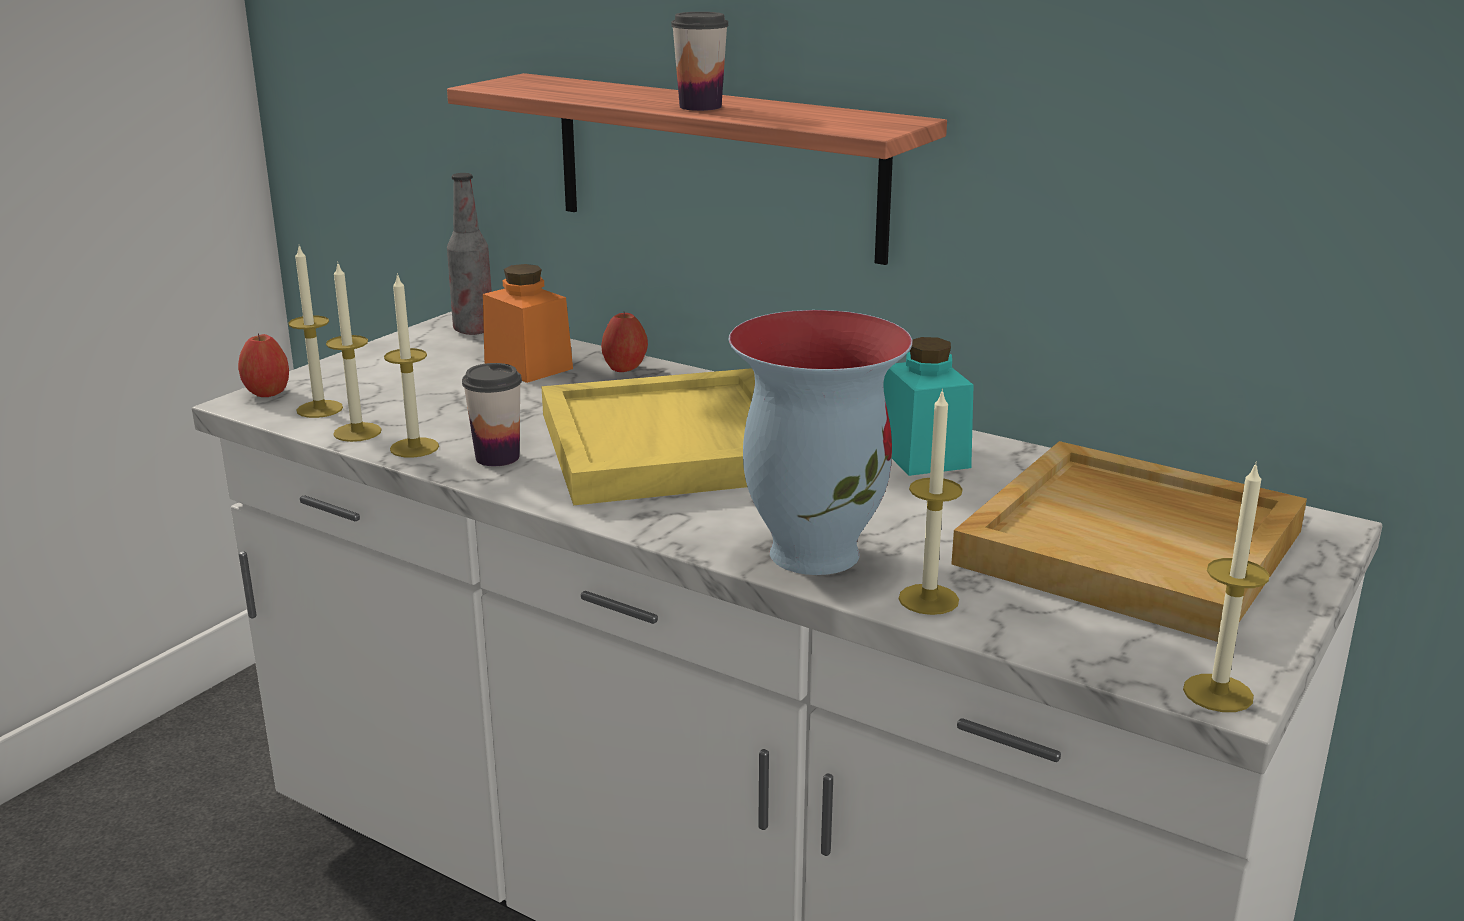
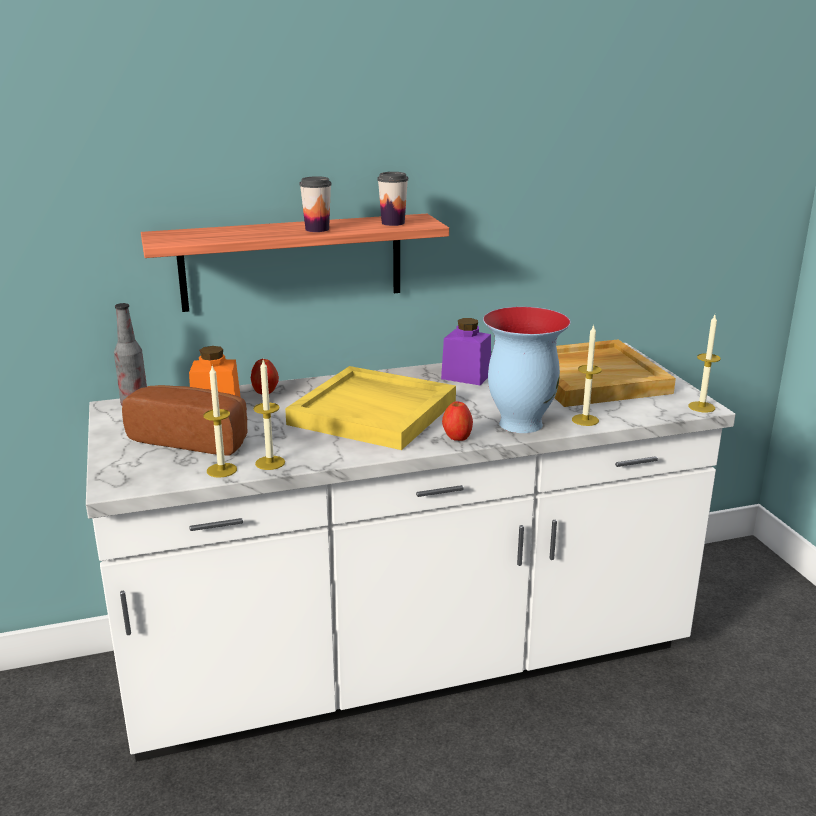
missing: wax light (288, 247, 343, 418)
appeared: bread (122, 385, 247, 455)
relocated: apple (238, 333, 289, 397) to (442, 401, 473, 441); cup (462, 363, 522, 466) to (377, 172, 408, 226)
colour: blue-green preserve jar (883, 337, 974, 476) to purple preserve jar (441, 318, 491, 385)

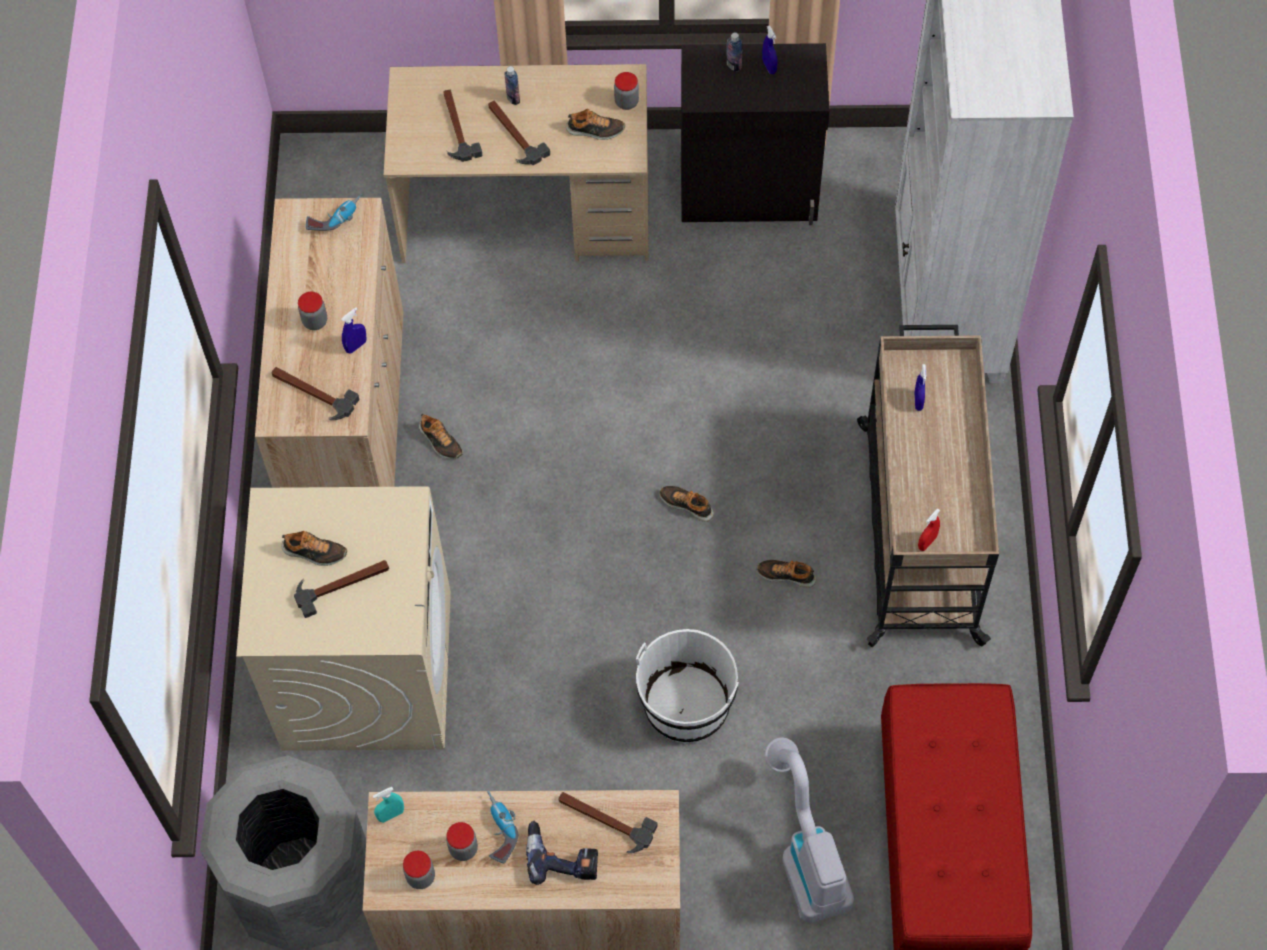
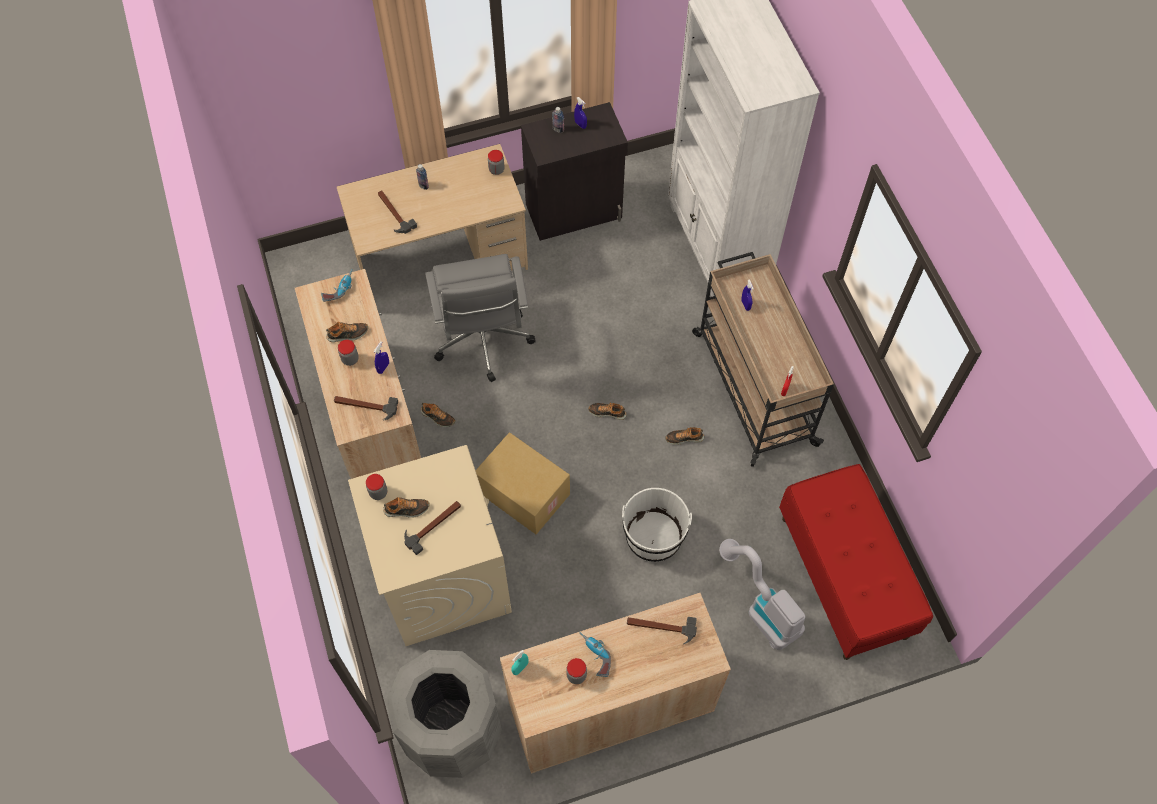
missing: hammer (488, 101, 550, 165); power drill (526, 821, 598, 885)
appeared: greyish office chair (425, 254, 536, 382); packing box (476, 432, 570, 534)
relocated: low shoe (566, 109, 625, 140) to (326, 322, 368, 342); preserve jar (403, 851, 435, 889) to (366, 474, 387, 500)

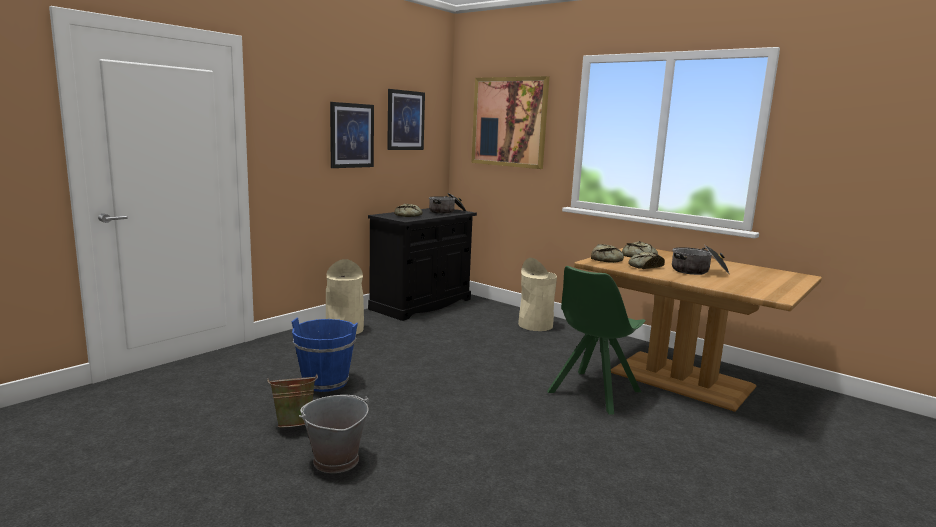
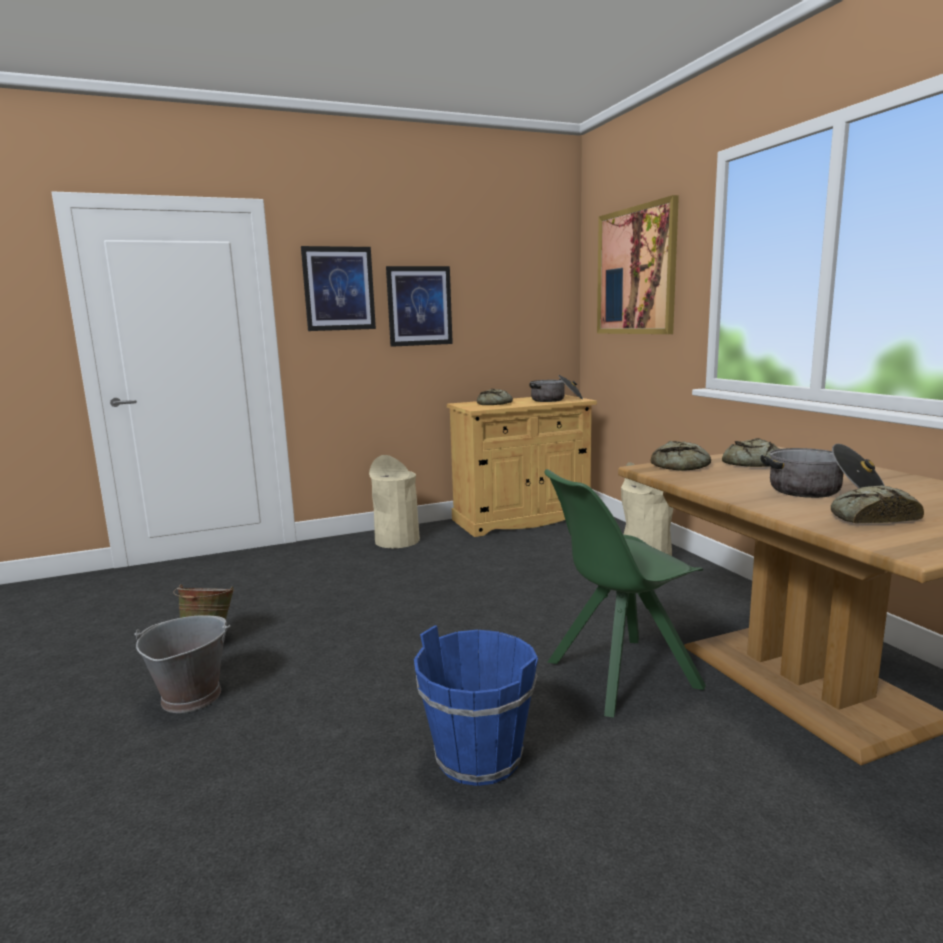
relocated: wall picture (387, 89, 425, 150) to (301, 246, 376, 331); bread (628, 251, 665, 269) to (831, 485, 924, 523); blue pail (292, 318, 358, 392) to (414, 625, 538, 786)
colour: black-coloured storage cabinet (368, 208, 477, 321) to beige-coloured storage cabinet (447, 395, 597, 537)

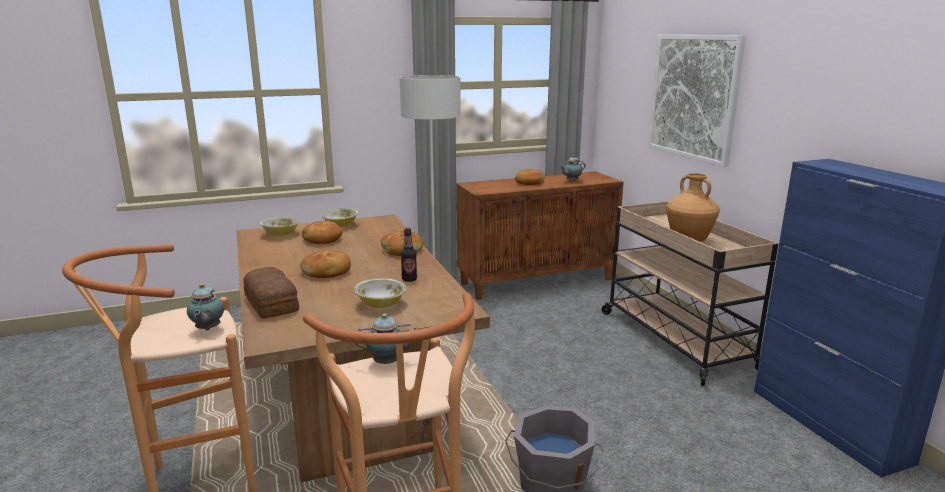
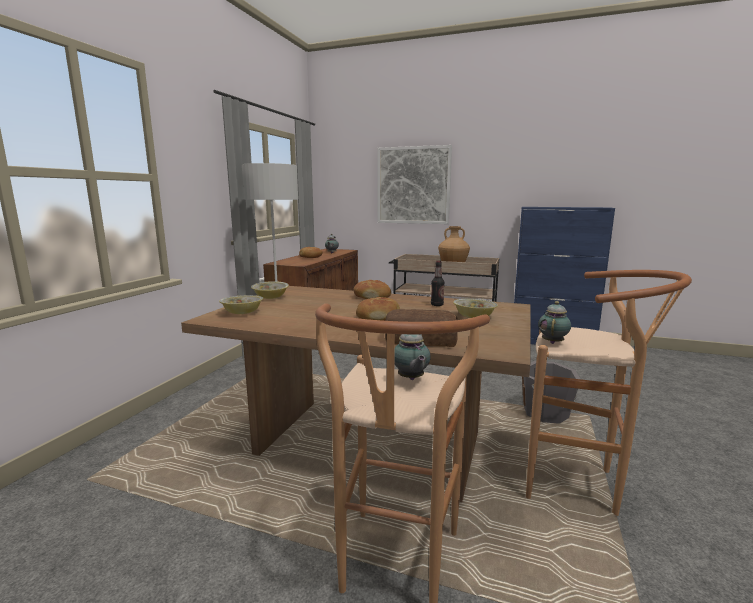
missing: bread (302, 220, 343, 244)
spun: tea pot (187, 283, 224, 331) = (394, 334, 431, 380) 45 degrees clockwise

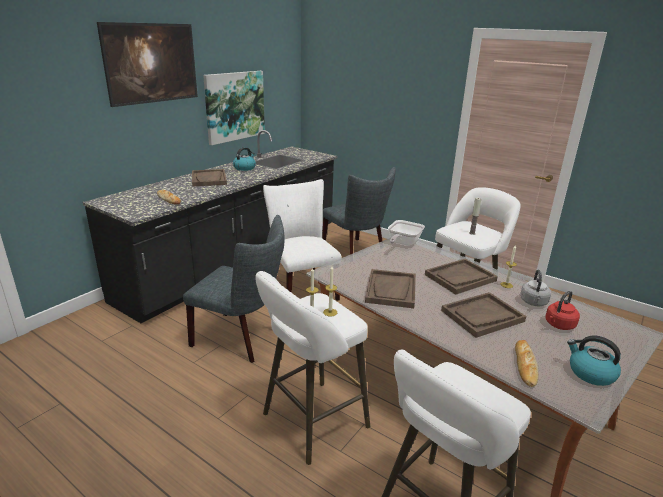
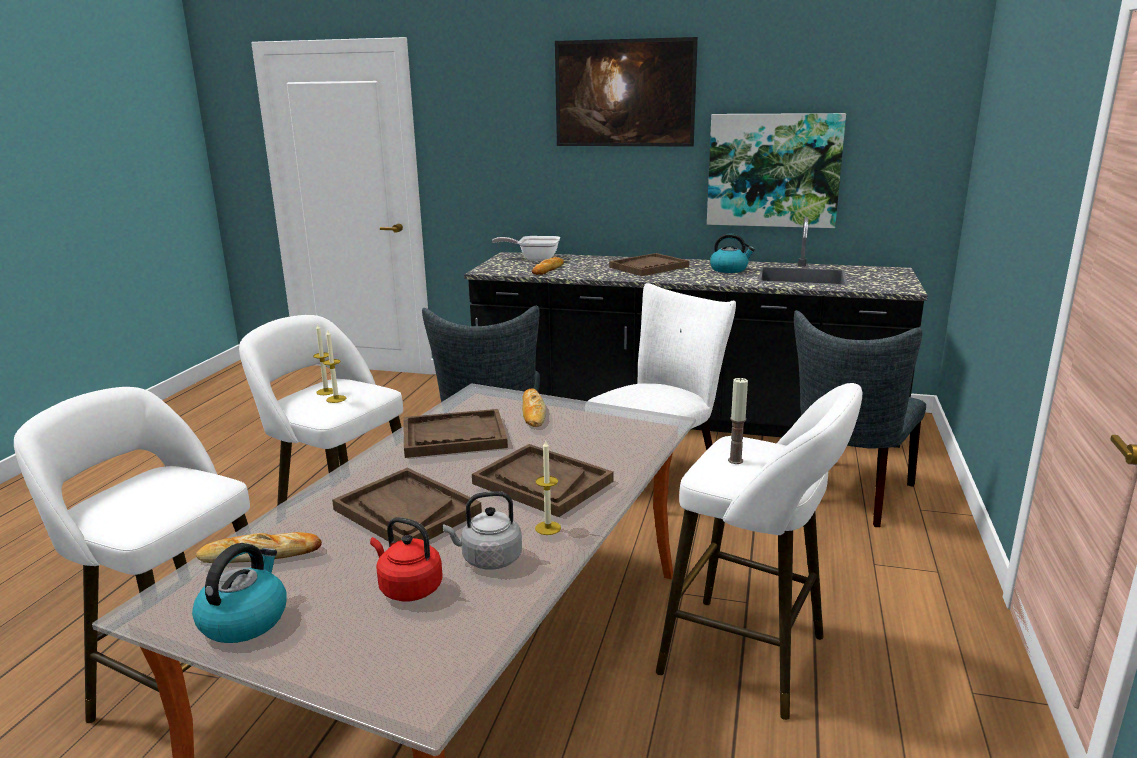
appeared: bread (522, 388, 546, 427)
relocated: pan (388, 220, 425, 246) to (492, 236, 560, 261)

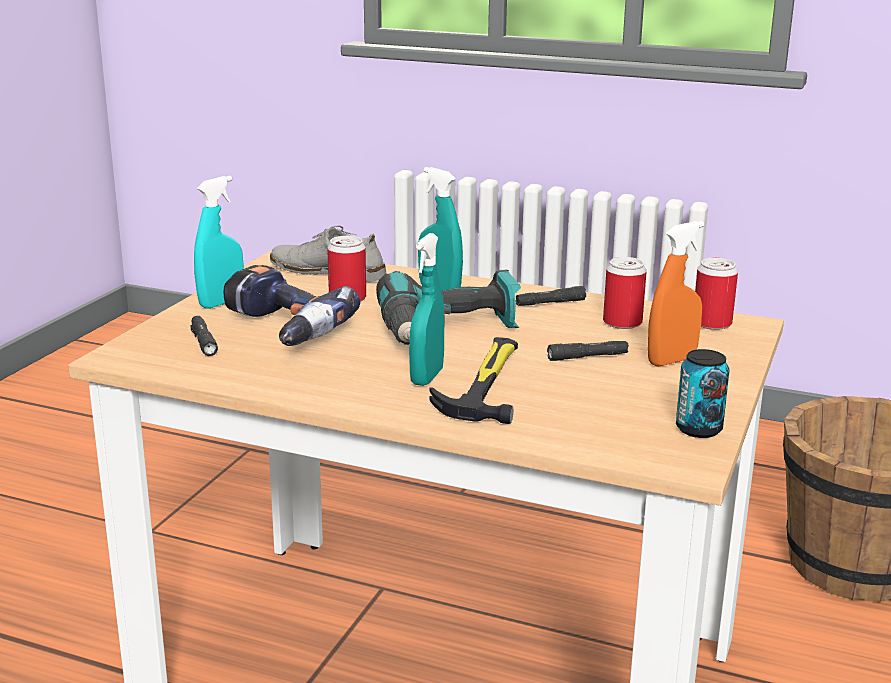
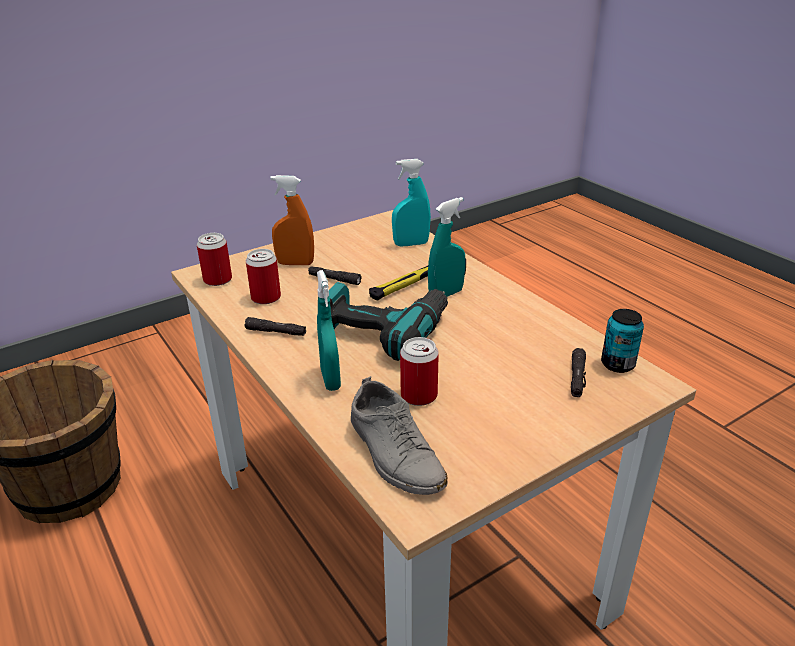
missing: power drill (224, 265, 360, 346)
relocated: blue-green sprayer (194, 176, 244, 309) to (392, 159, 431, 246); metal can (676, 349, 729, 438) to (601, 309, 644, 373)

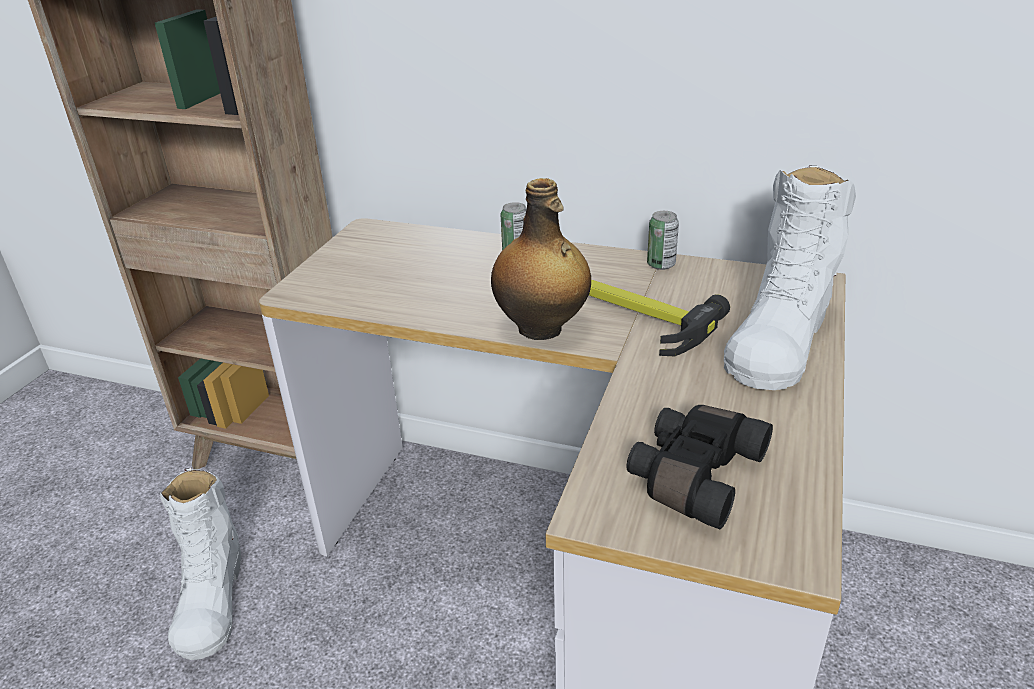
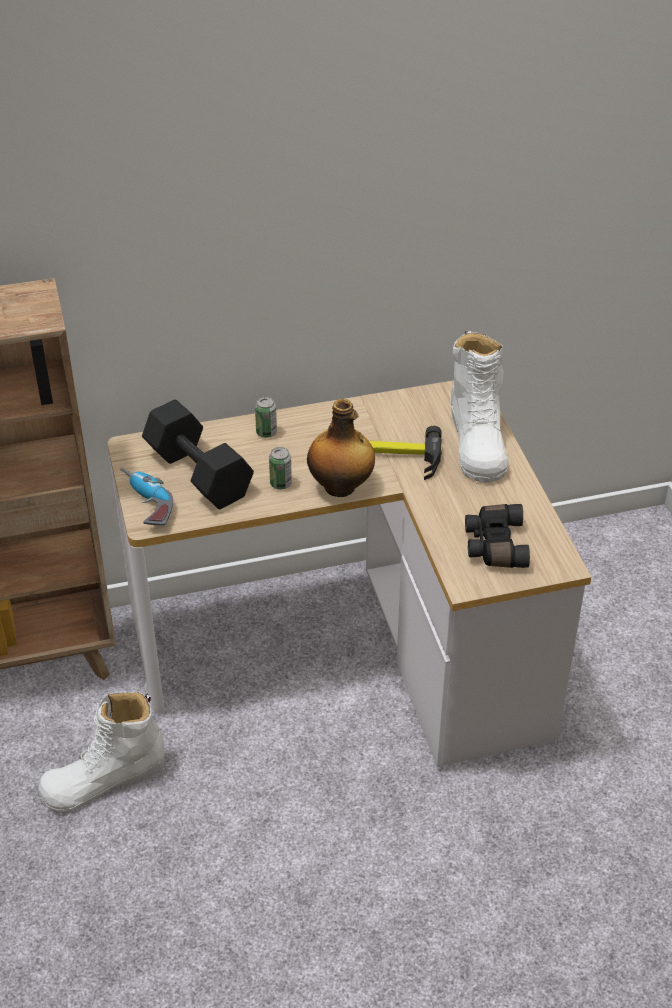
appeared: black-coloured dumbbell (142, 399, 254, 509); power drill (120, 468, 173, 526)
relocated: metal can (647, 211, 679, 270) to (269, 447, 292, 490)
spun: white-coloured boot (160, 468, 241, 660) = (39, 692, 165, 813) 105 degrees clockwise

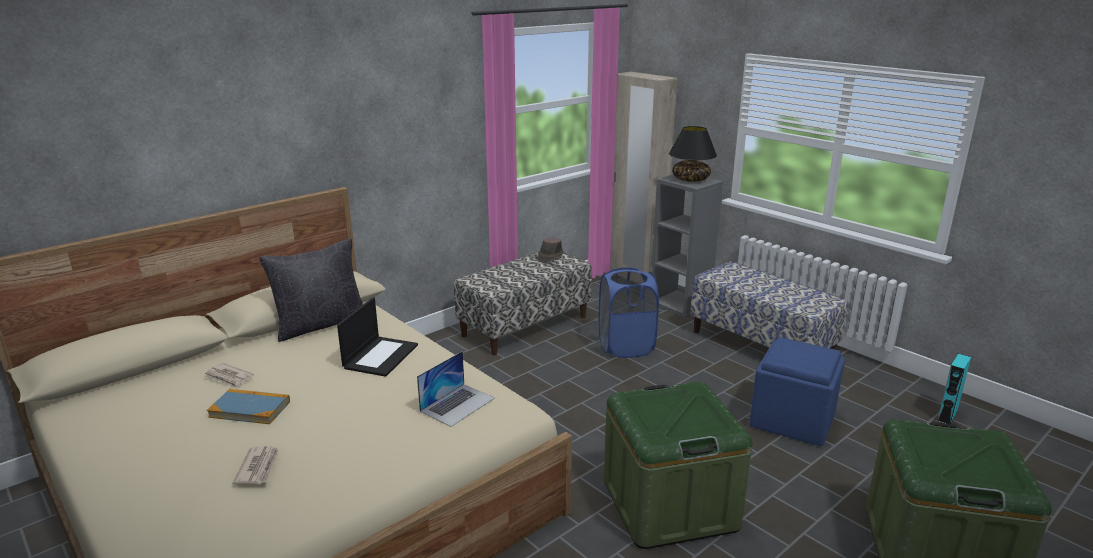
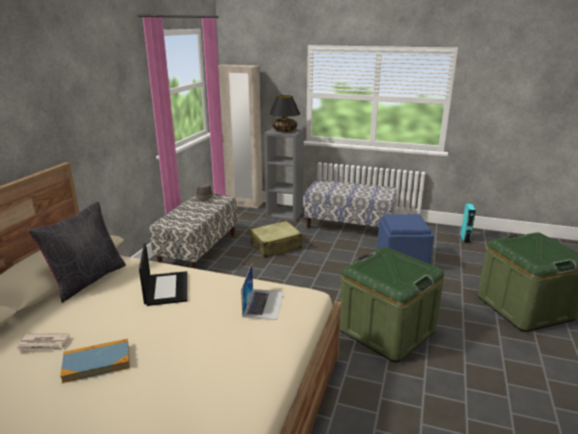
missing: printed paper (233, 446, 279, 485)
exchanged: blue laundry basket (598, 267, 659, 358) to beige-coloured travel case (250, 221, 302, 258)

